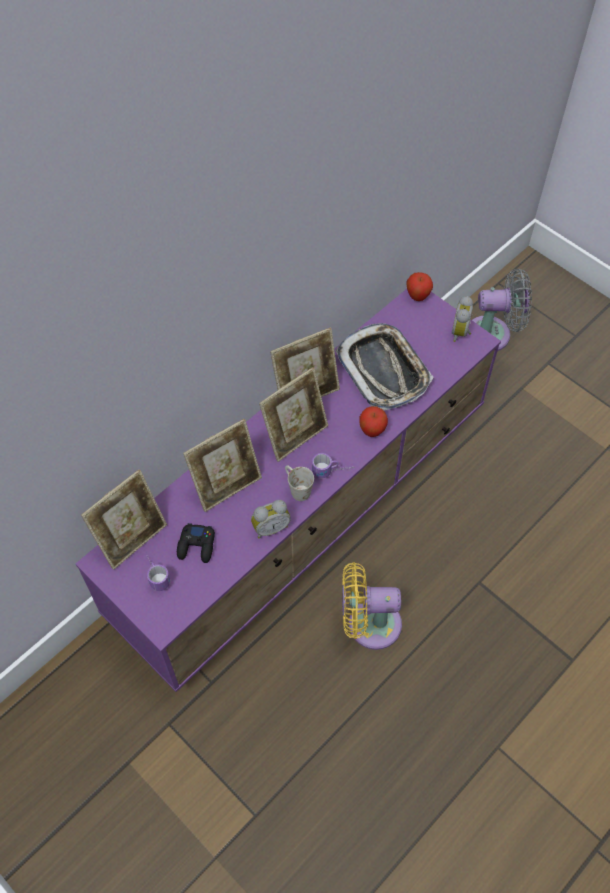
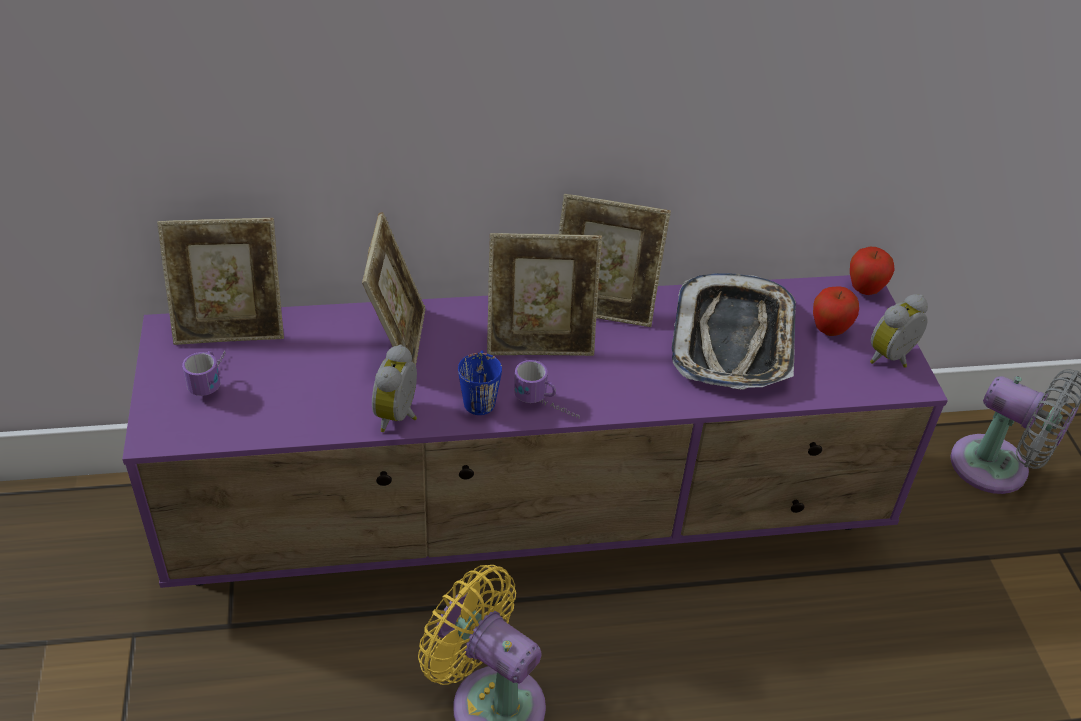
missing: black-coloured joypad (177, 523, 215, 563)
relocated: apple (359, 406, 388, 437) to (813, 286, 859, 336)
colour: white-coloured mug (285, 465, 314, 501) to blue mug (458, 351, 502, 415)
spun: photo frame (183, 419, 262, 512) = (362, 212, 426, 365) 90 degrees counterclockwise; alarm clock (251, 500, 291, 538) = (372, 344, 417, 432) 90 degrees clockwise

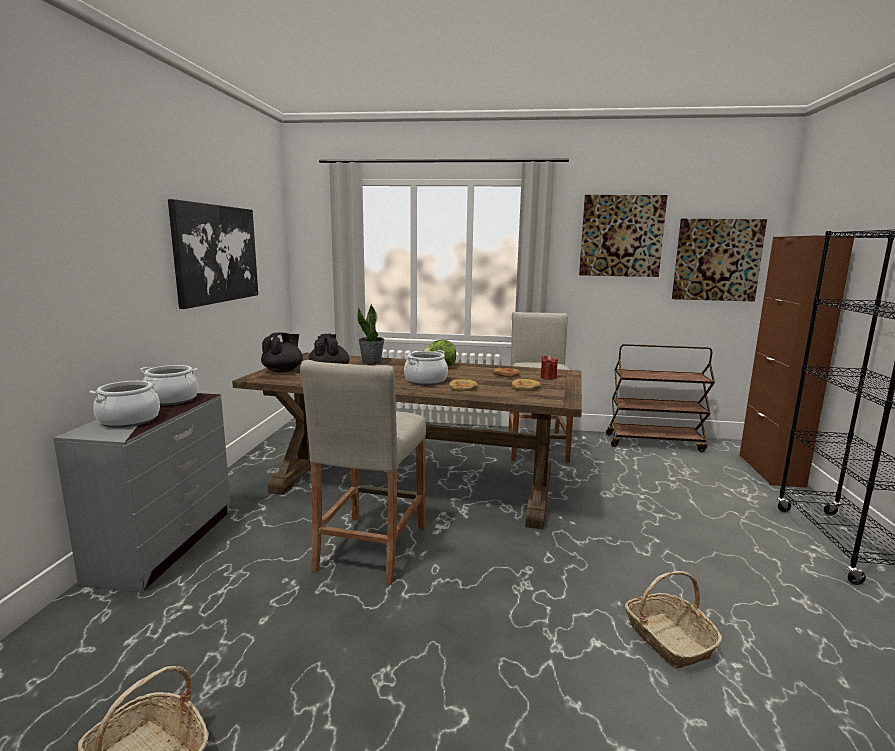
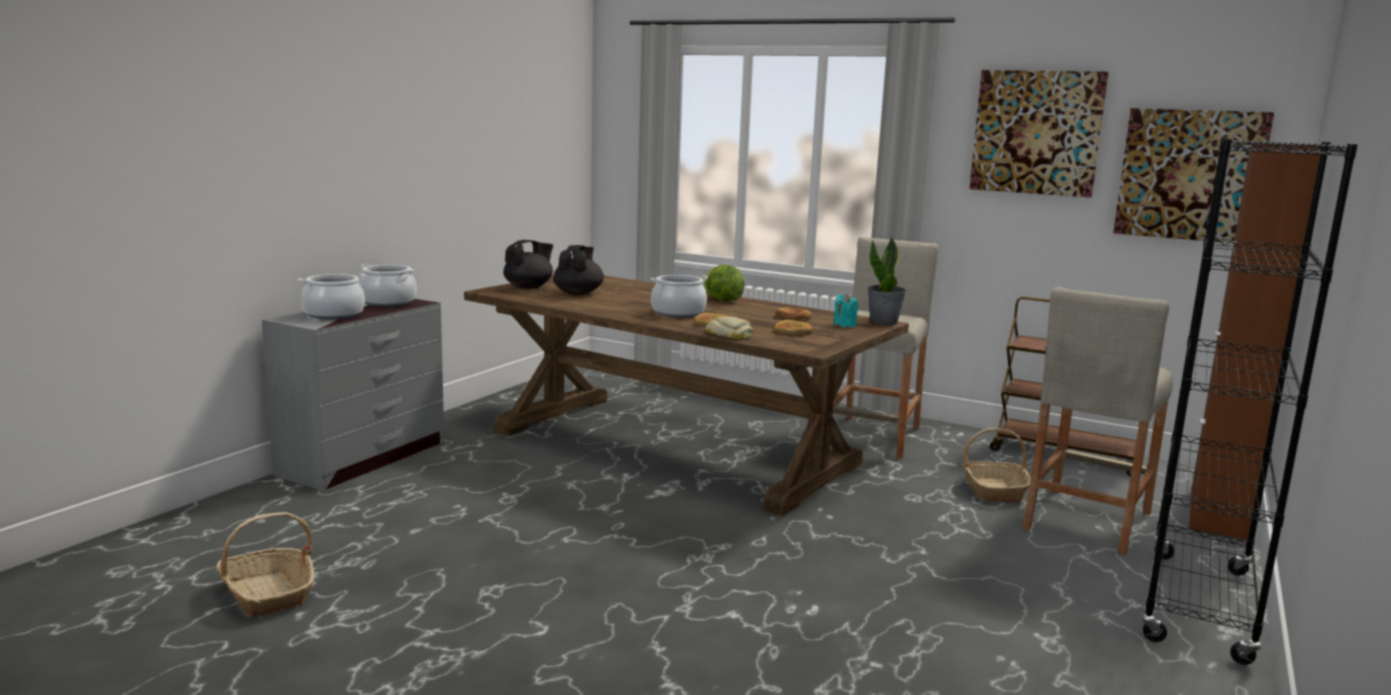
missing: wall picture (168, 199, 258, 309)
appeared: bread (706, 317, 753, 339)
relocated: potted plant (358, 304, 385, 364) to (867, 237, 906, 326); beige-coloured sitting stool (300, 360, 426, 585) to (1022, 287, 1173, 555); basket (625, 571, 723, 669) to (963, 428, 1031, 503)
colour: red-coloured wax light (541, 355, 558, 380) to blue-green wax light (834, 294, 858, 328)

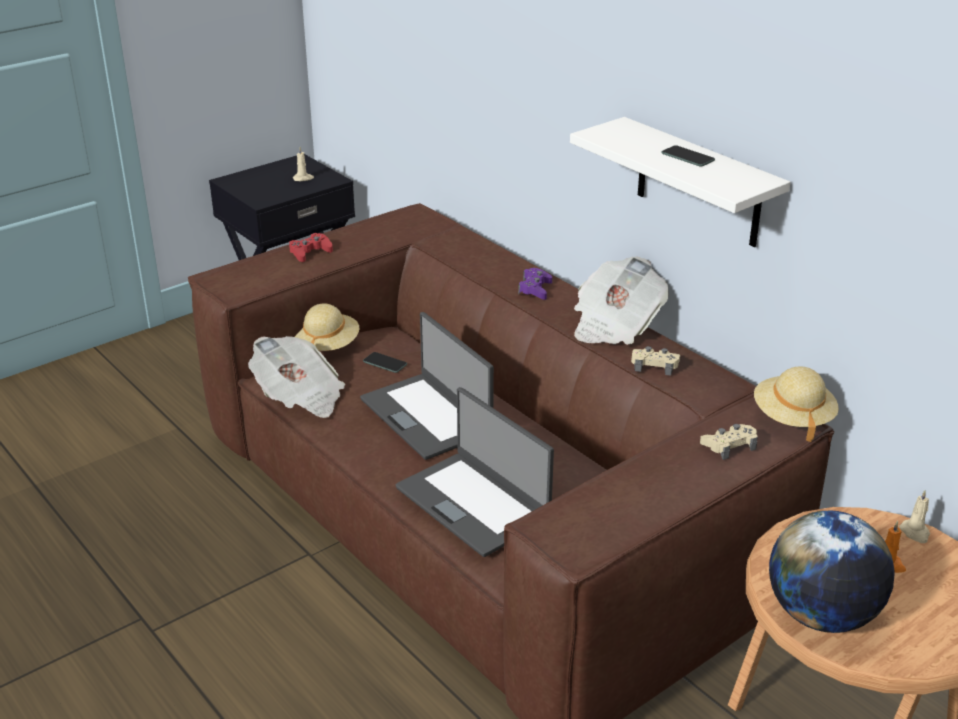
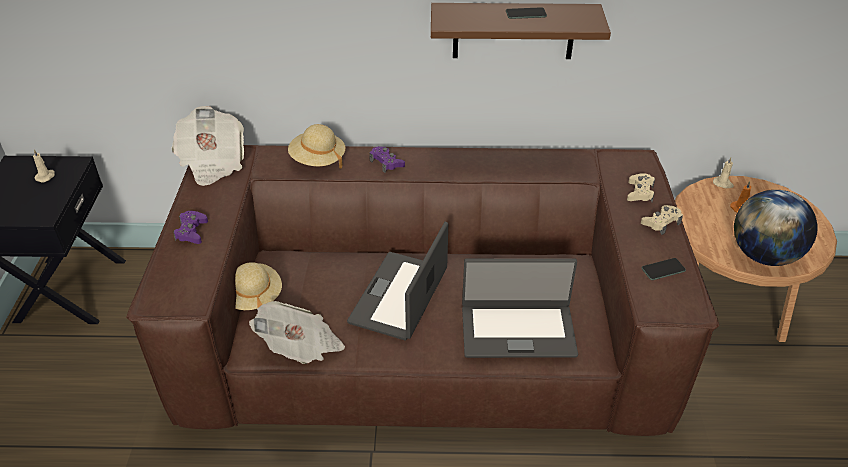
relocated: printed paper (574, 257, 669, 345) to (172, 106, 244, 186); beige-coloured joypad (631, 346, 680, 376) to (641, 205, 683, 235); phone (363, 352, 407, 373) to (641, 258, 686, 280); beige-coloured clothing hat (754, 366, 839, 442) to (288, 124, 345, 169)
colour: white-coloured bracket shelf (570, 117, 791, 247) to brown-coloured bracket shelf (431, 3, 611, 59); red-coloured joypad (289, 233, 333, 262) to purple joypad (173, 211, 208, 244)
spun: notebook computer (360, 312, 494, 460) = (347, 222, 448, 340) 105 degrees clockwise

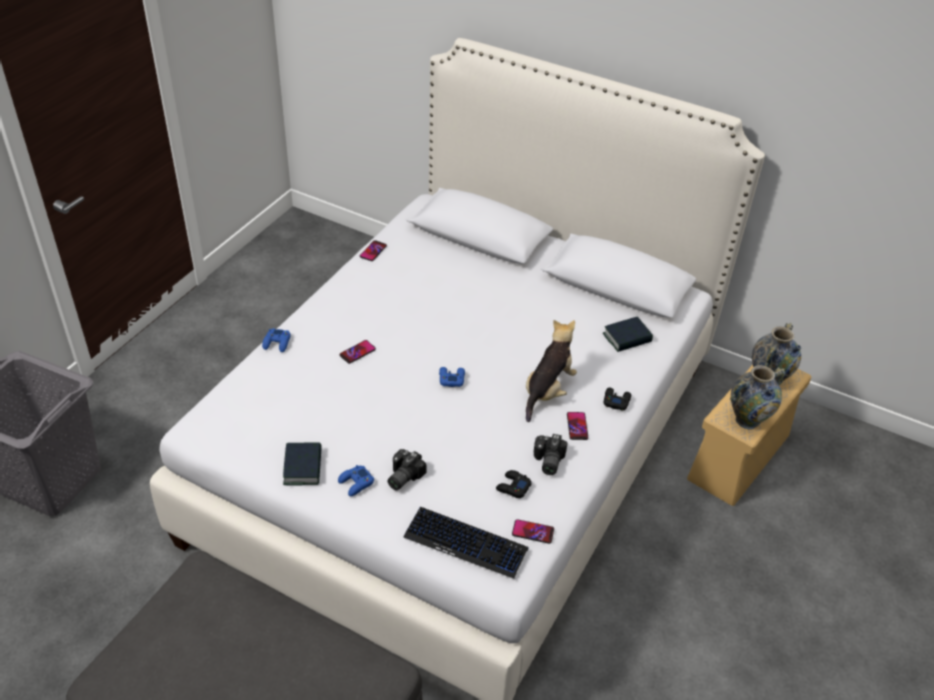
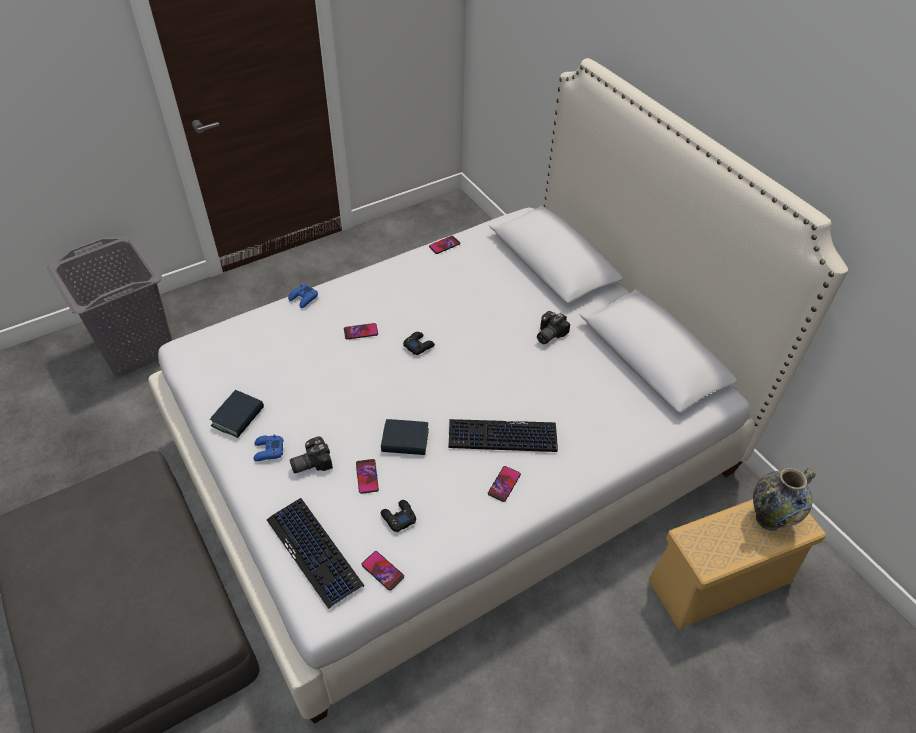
missing: decorative vase (730, 365, 785, 429); blue joypad (439, 367, 465, 387)
appeared: phone (356, 459, 379, 494)
relocated: volume (603, 317, 653, 352) to (381, 419, 429, 455); black-coloured joypad (604, 388, 631, 411) to (403, 332, 435, 355); still camera (534, 434, 567, 475) to (537, 311, 570, 344)
exchanged: cuddly toy (526, 320, 577, 422) to computer keyboard (448, 419, 558, 452)

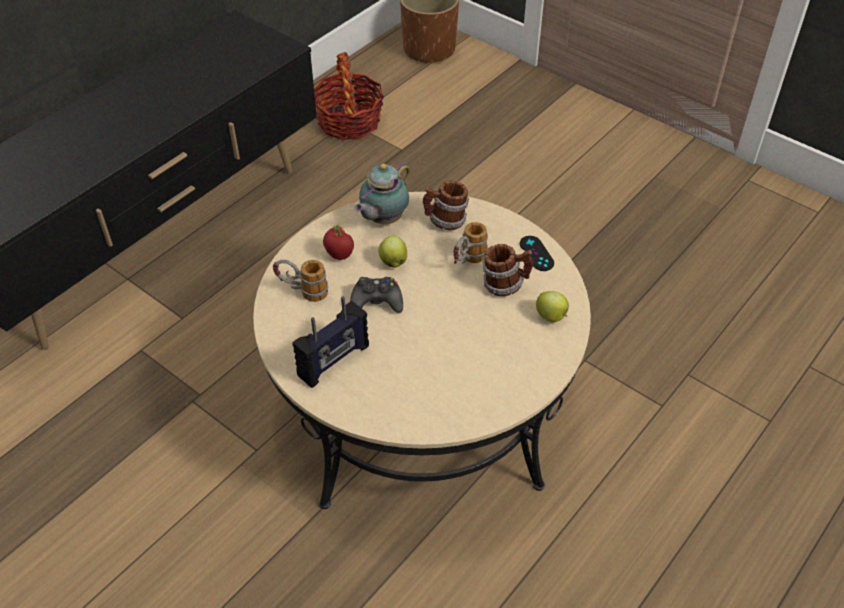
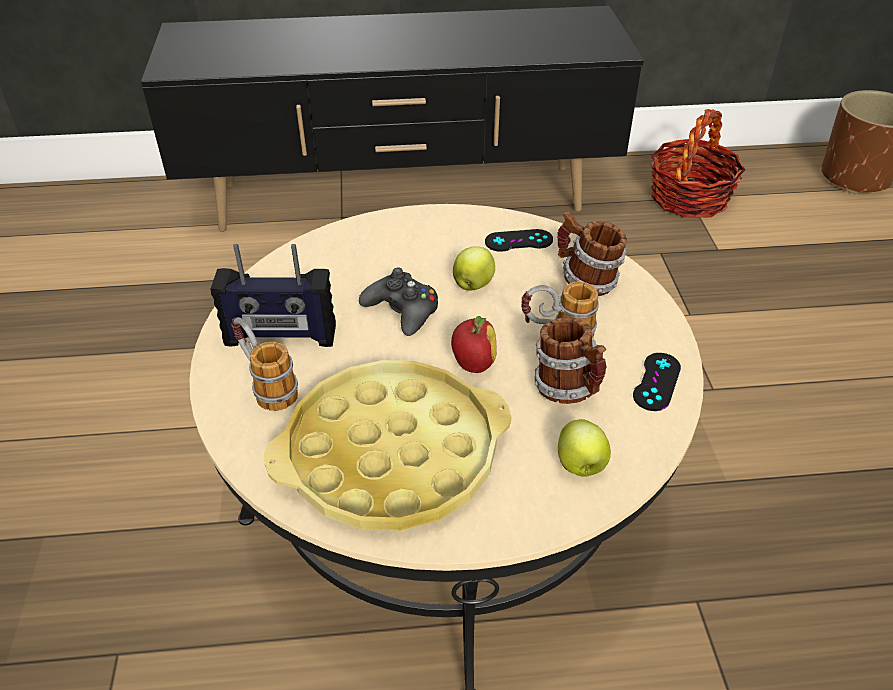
appeared: yellowish serving tray (264, 360, 511, 531)
relocated: apple (323, 225, 354, 260) to (451, 316, 497, 373); mug (273, 260, 328, 302) to (231, 317, 298, 411)
exchanged: tea pot (354, 161, 410, 224) to black-coloured joypad (485, 229, 553, 252)

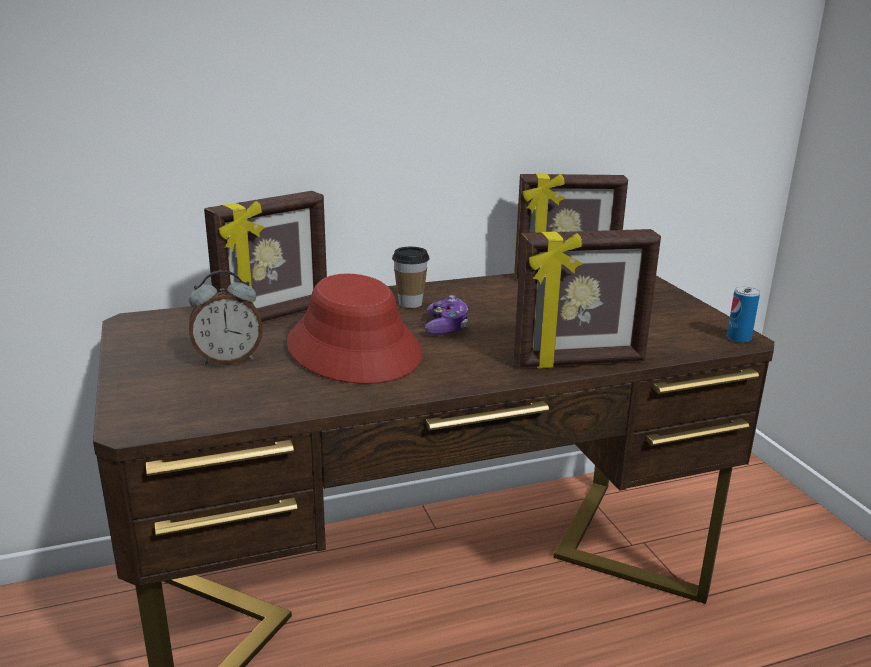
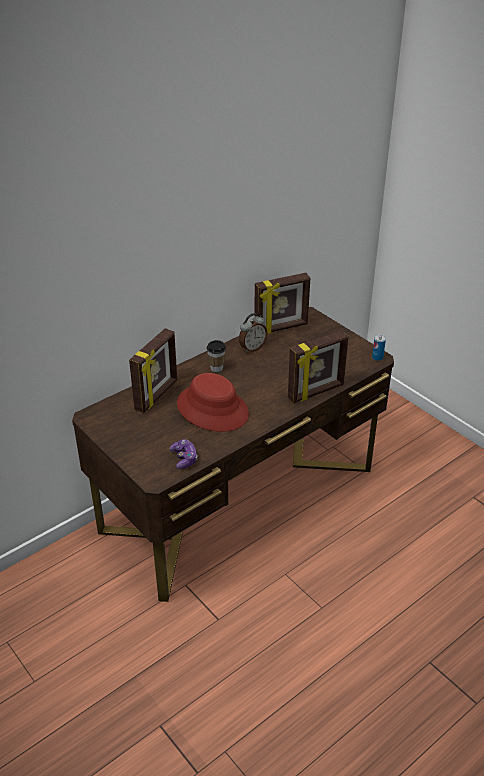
relocated: alarm clock (189, 270, 263, 365) to (239, 313, 268, 353); joypad (425, 295, 468, 336) to (169, 439, 198, 469)

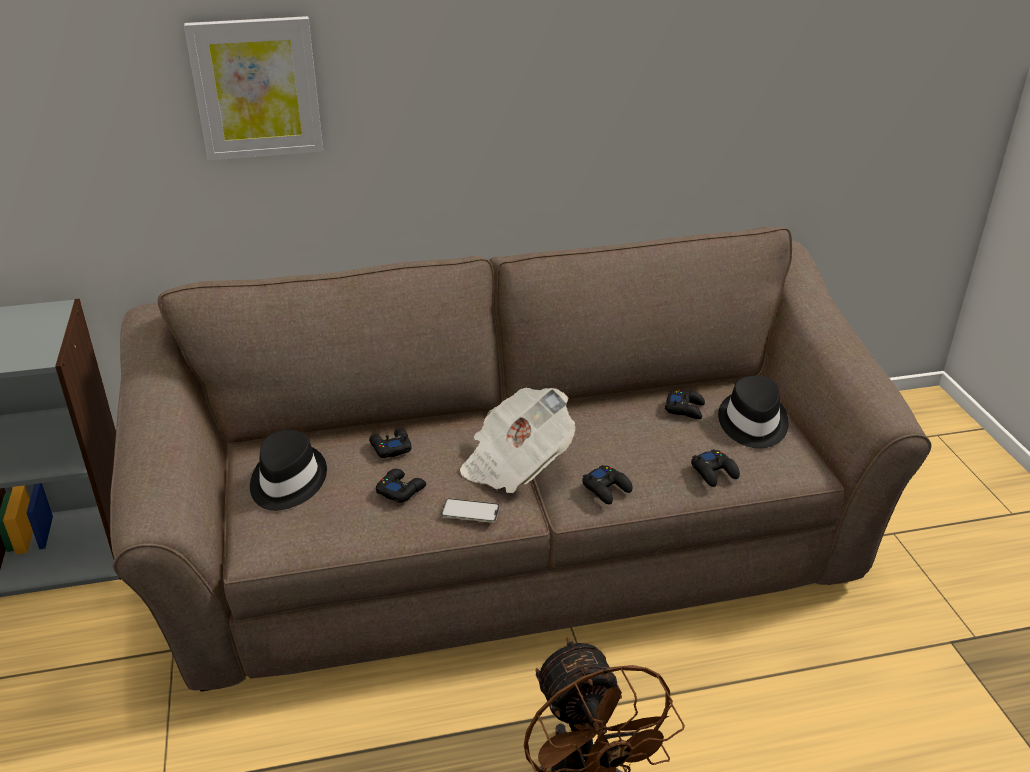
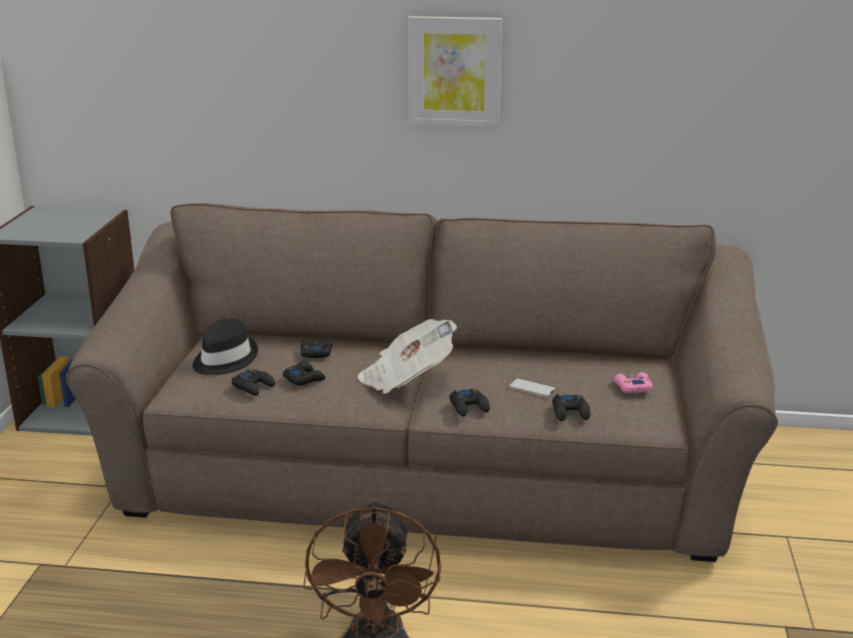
relocated: wall picture (184, 16, 323, 160) to (408, 16, 502, 127); black-coloured joypad (665, 390, 705, 419) to (232, 370, 275, 396); phone (441, 498, 500, 523) to (508, 378, 557, 398)
exchanged: black-coloured clothing hat (718, 376, 789, 449) to pink-coloured joypad (614, 372, 653, 393)

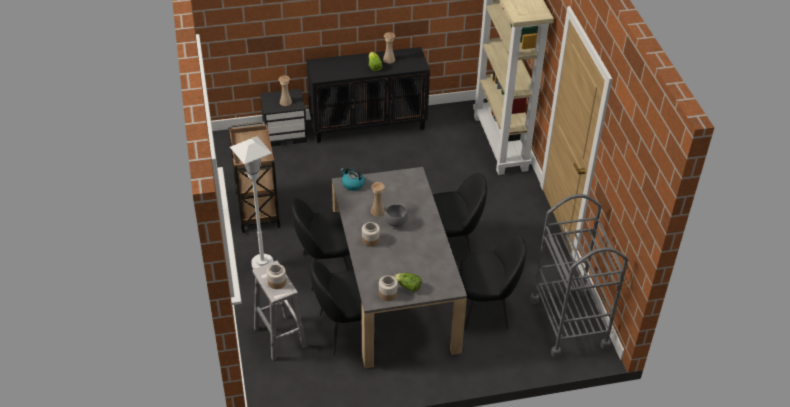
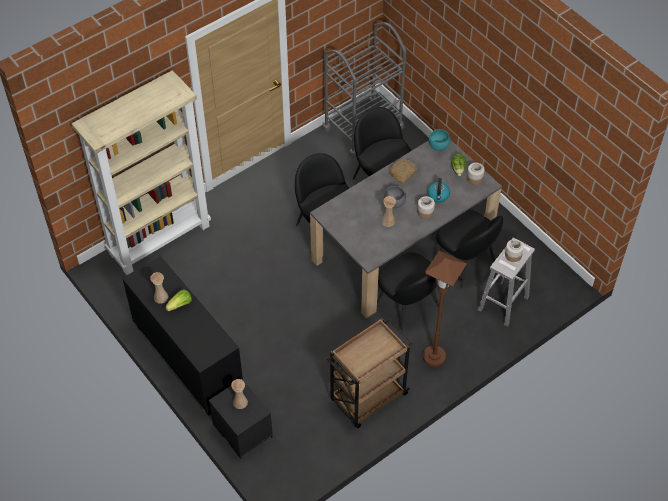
appeared: blue-green deep dish (429, 129, 450, 151); bread (389, 158, 418, 183)
relocated: tea kettle (340, 167, 365, 191) to (428, 178, 450, 202)
colour: white-coloured standard lamp (230, 136, 274, 269) to brown-coloured standard lamp (423, 251, 467, 367)

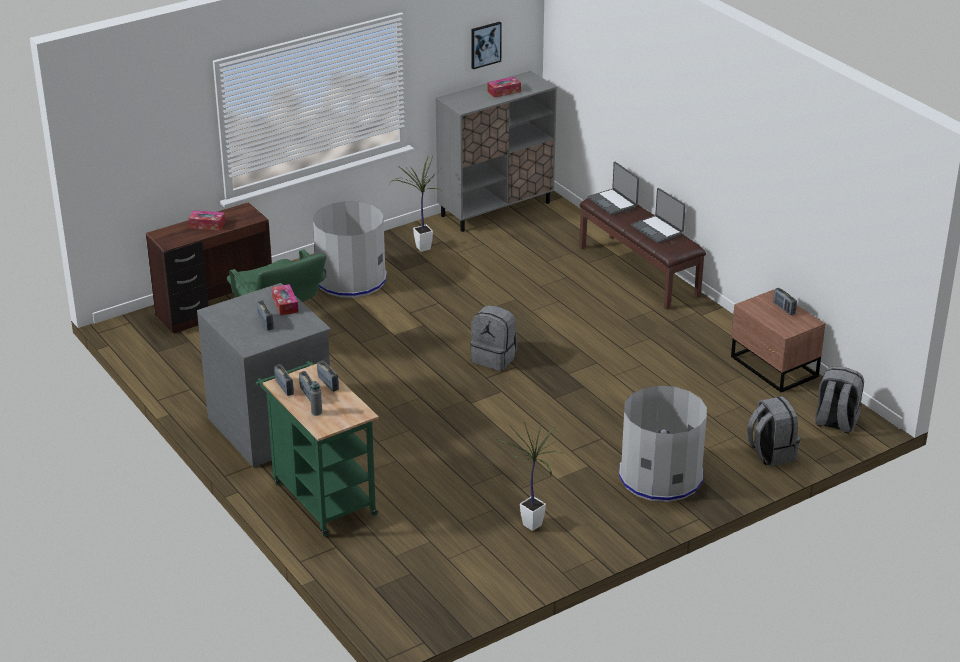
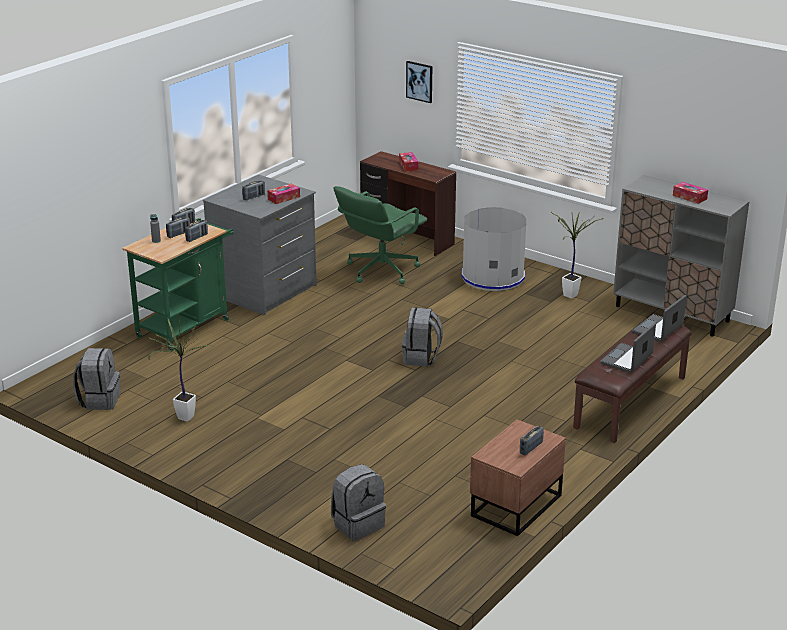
missing: greyish waste bin (619, 386, 707, 502)
relocated: wall picture (472, 22, 502, 69) to (406, 61, 432, 103); greyish backpack (815, 366, 864, 434) to (73, 348, 120, 410)

